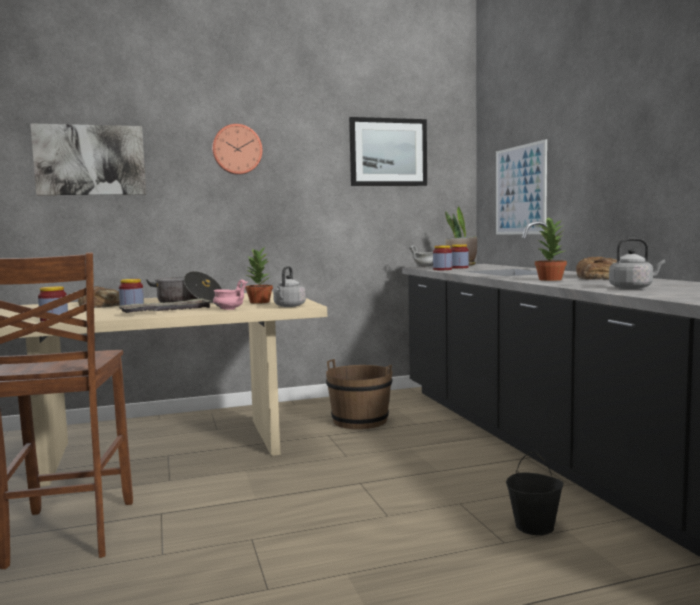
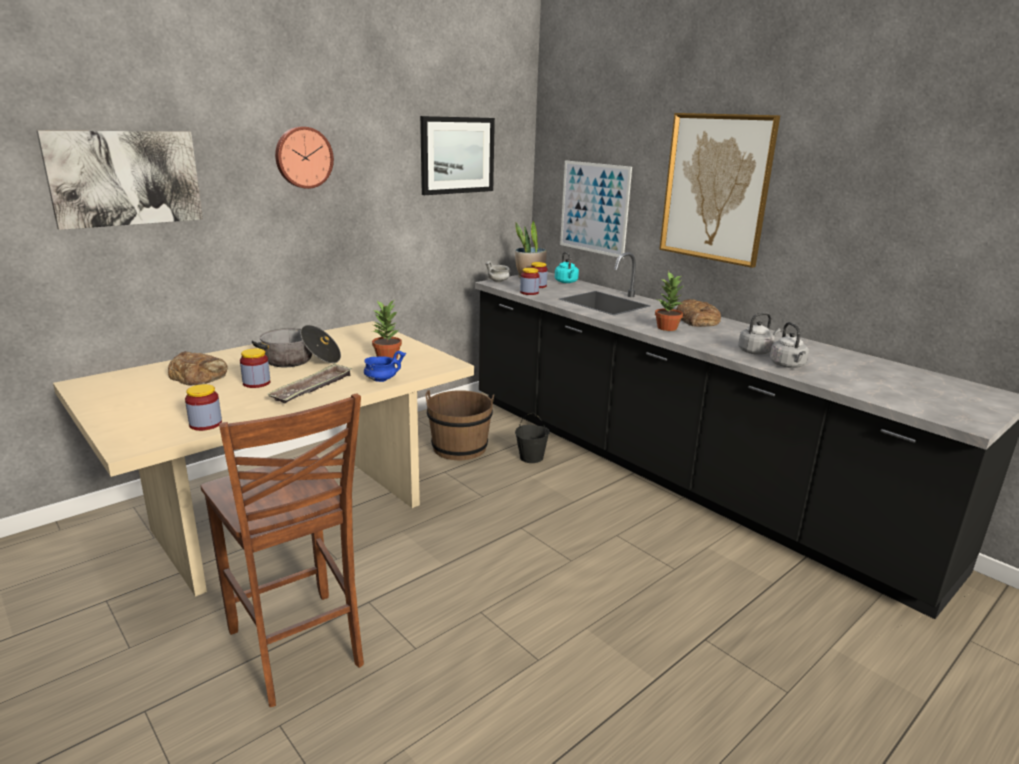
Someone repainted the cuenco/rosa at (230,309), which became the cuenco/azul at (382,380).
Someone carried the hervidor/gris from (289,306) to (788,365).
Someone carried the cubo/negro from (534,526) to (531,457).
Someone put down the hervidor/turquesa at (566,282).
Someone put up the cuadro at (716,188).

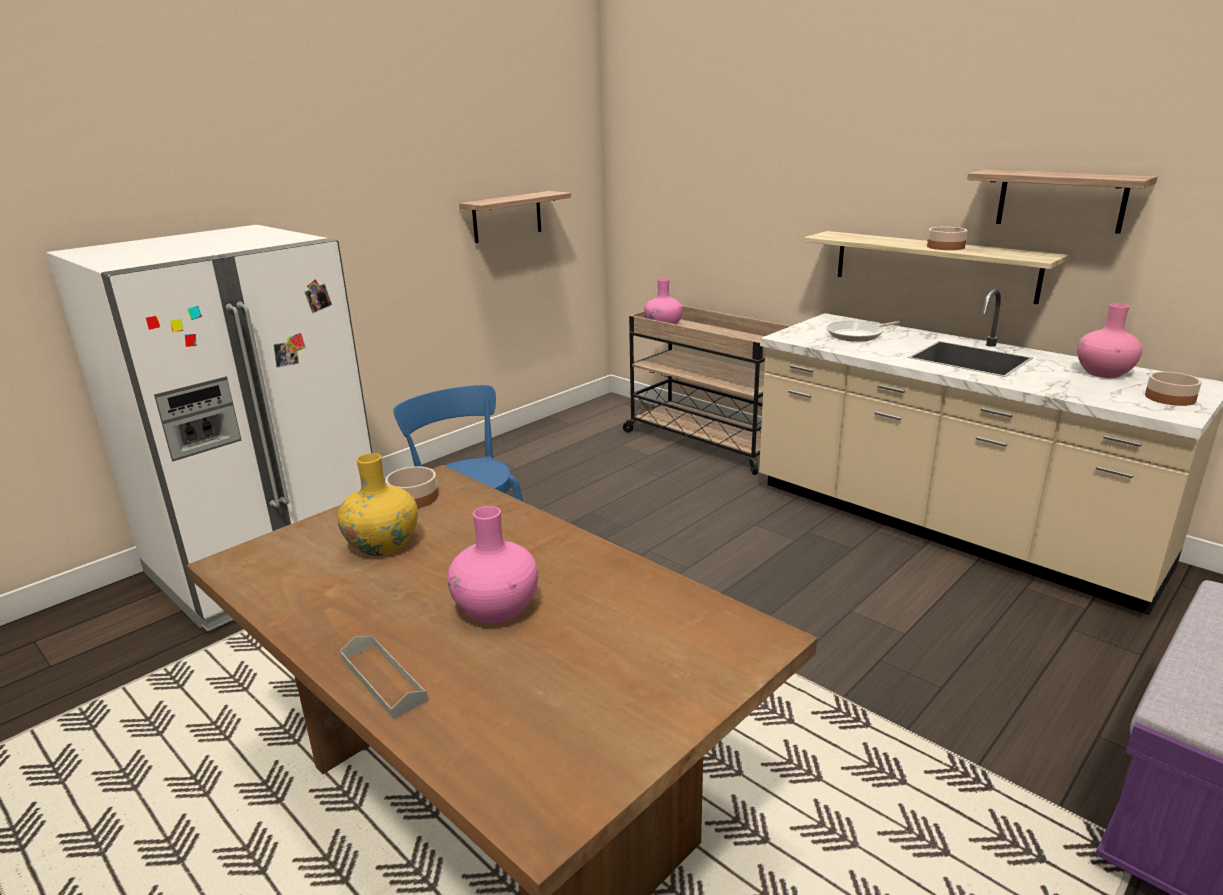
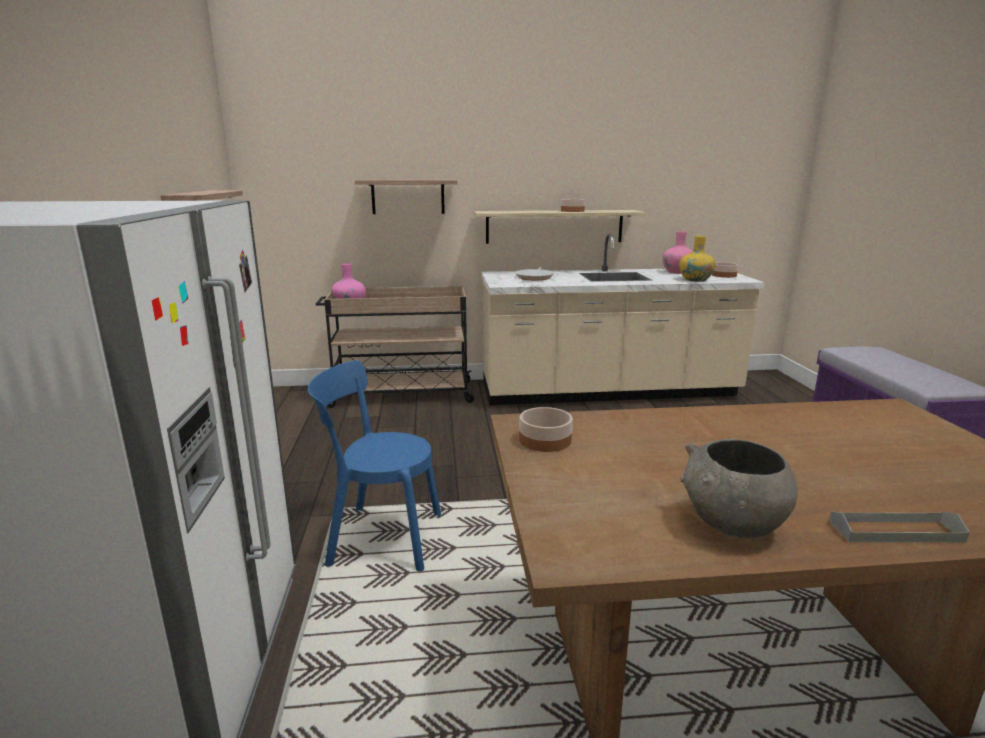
Someone carried the florero/amarillo from (383,544) to (695,279).
Someone took away the florero/rosa at (496,609).
Someone carried the estante from (1060,200) to (408,196).
Someone put down the cuenco/gris at (732,525).

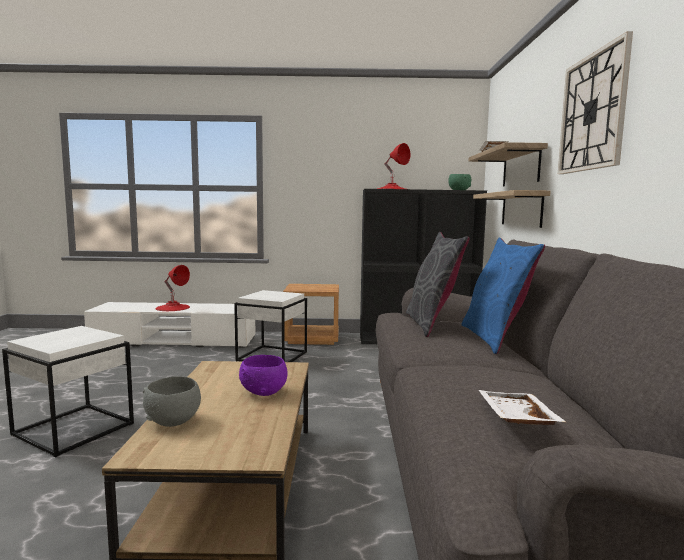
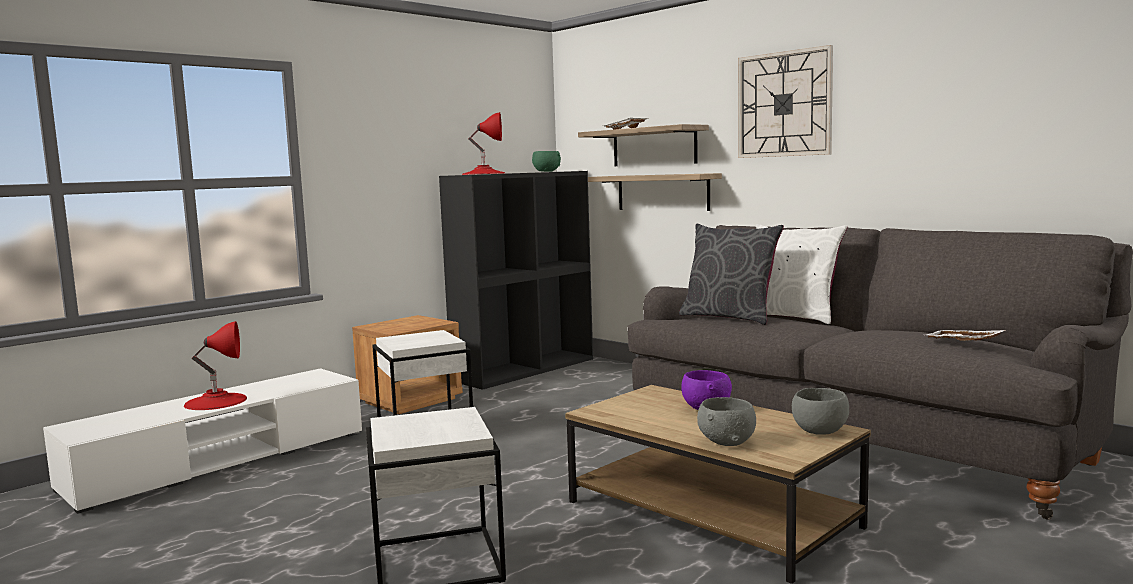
Someone repainted the cojín/azul at (494,338), which became the cojín/blanco at (791,317).
Someone put down the cuenco/gris at (820,432).

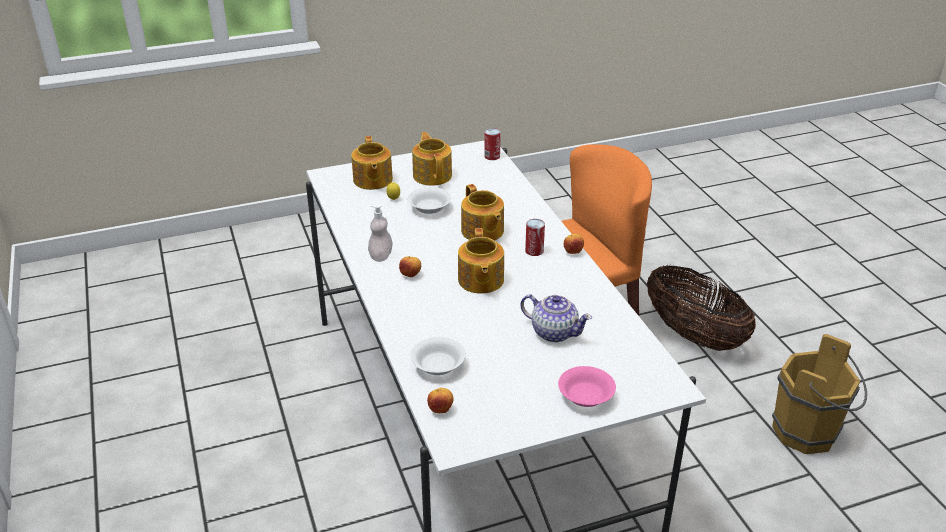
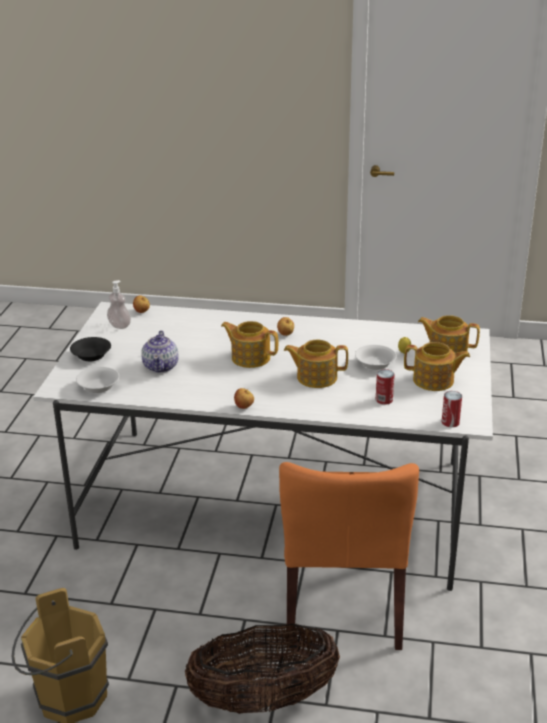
Someone carried the dispensador de jabón from (381,256) to (119,325).
Someone carried the cuenco/blanco from (438,366) to (98,387).
Someone rotated the tetera at (554,332) by 60 degrees counterclockwise.
Someone carried the lata from (534,250) to (384,399).
Someone repainted the cuenco/rosa at (585,397), which became the cuenco/negro at (91,356).

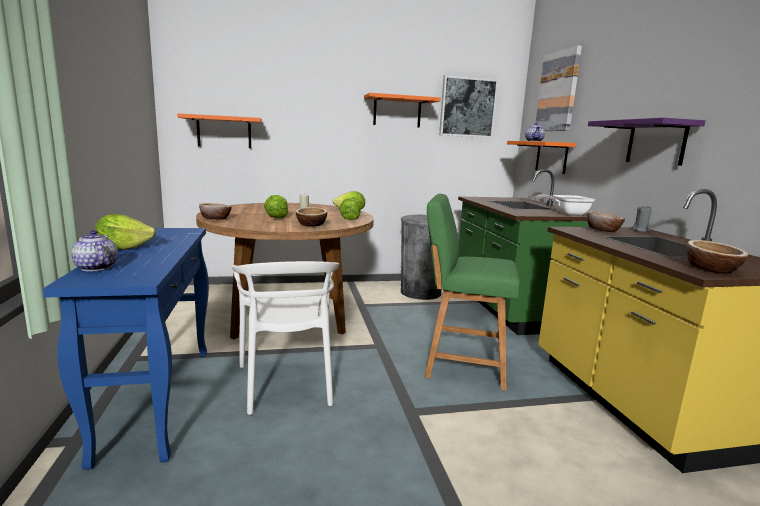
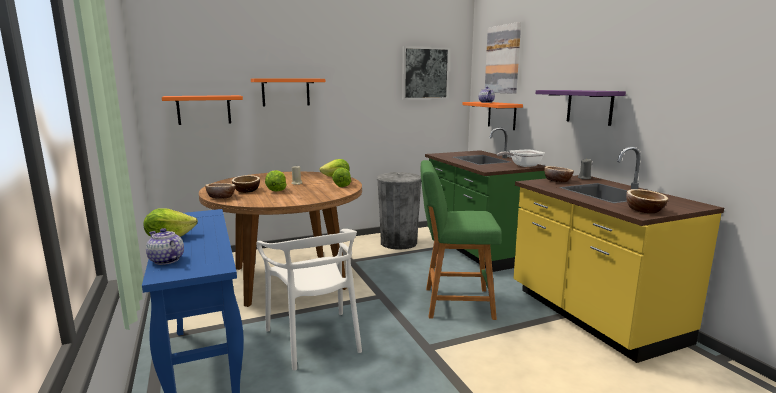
Someone carried the cuenco from (311,224) to (246,190).
Someone carried the estante/naranja from (397,112) to (285,92).

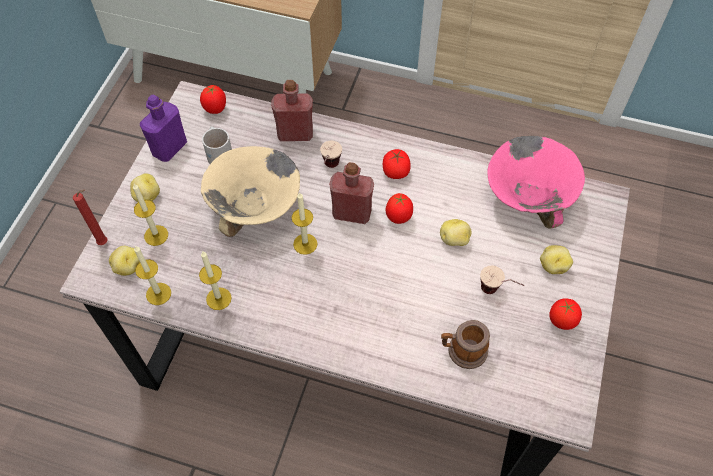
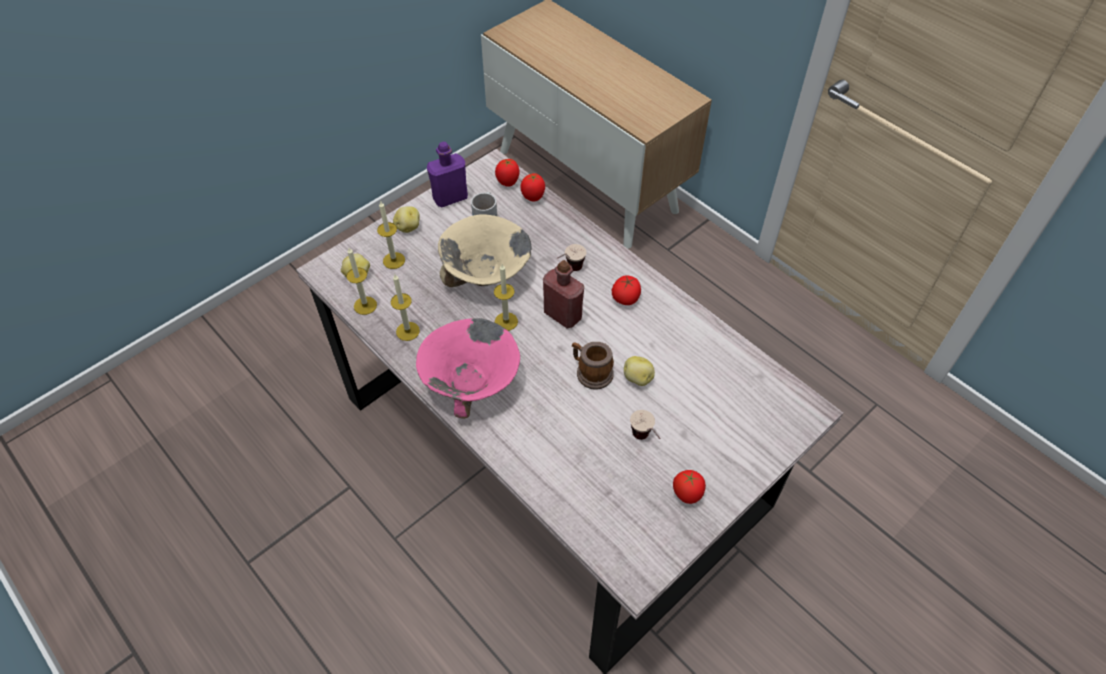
Someone took away the vela/rojo at (105,242).
Someone took away the botella/rojo at (295,134).
Someone carried the tomate from (399,217) to (533,197).
Someone carried the taza grande from (463,351) to (591,372).
Someone carried the cuenco/rosa from (529,197) to (472,382).
Someone took away the patata at (553,265).

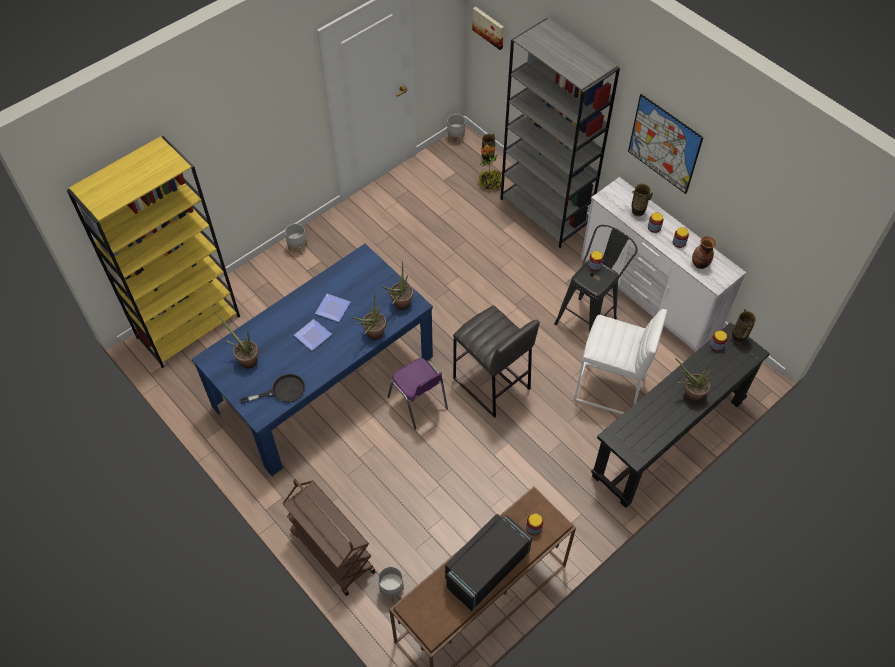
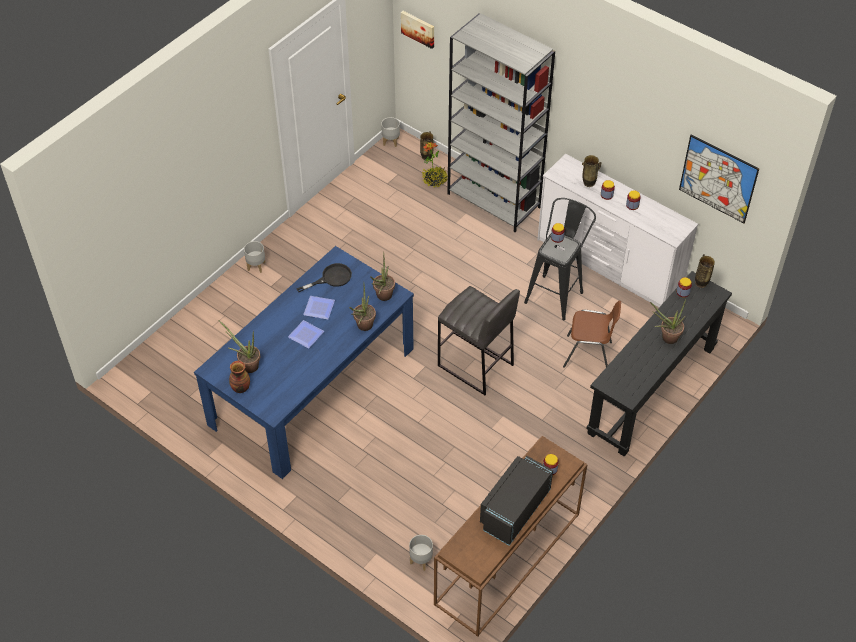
Someone took away the estantería/amarillo at (189,326).
Someone carried the sartén/negro from (282,391) to (331,278).
Someone took away the carrito/marrón at (331,551).
Someone took away the silla/morado at (418,404).
Someone swapped the taburete/blanco at (610,389) for the silla/marrón at (589,354).
Someone carried the cuadro from (664,144) to (718,179).
Someone carried the florero from (699,264) to (240,388).

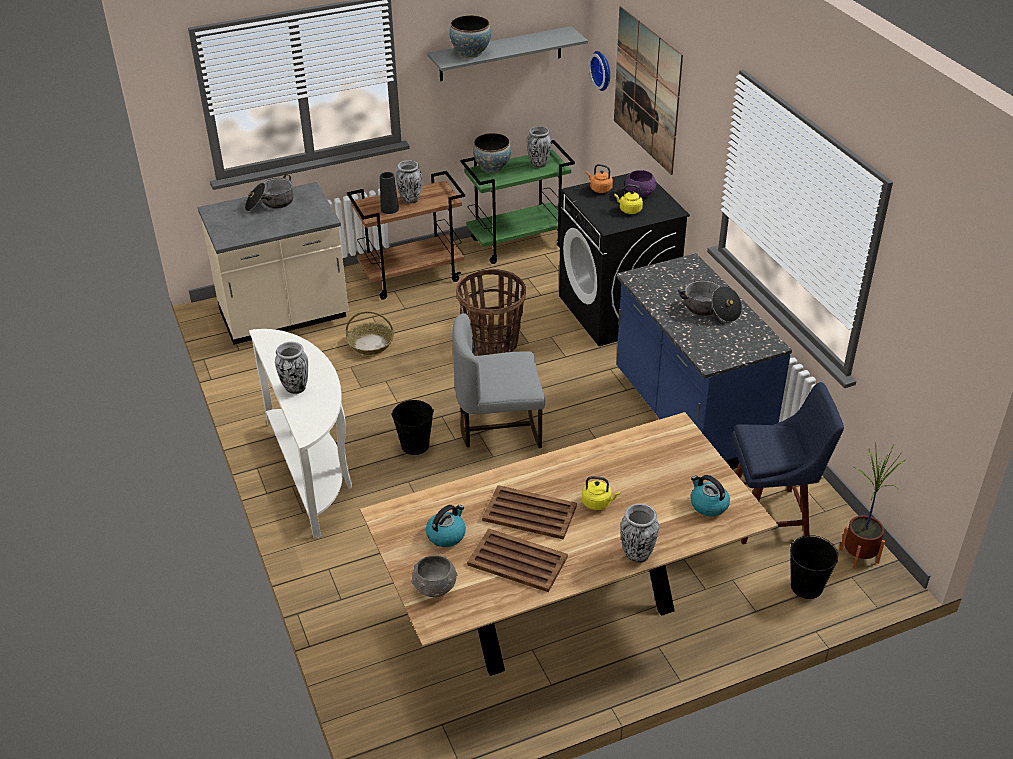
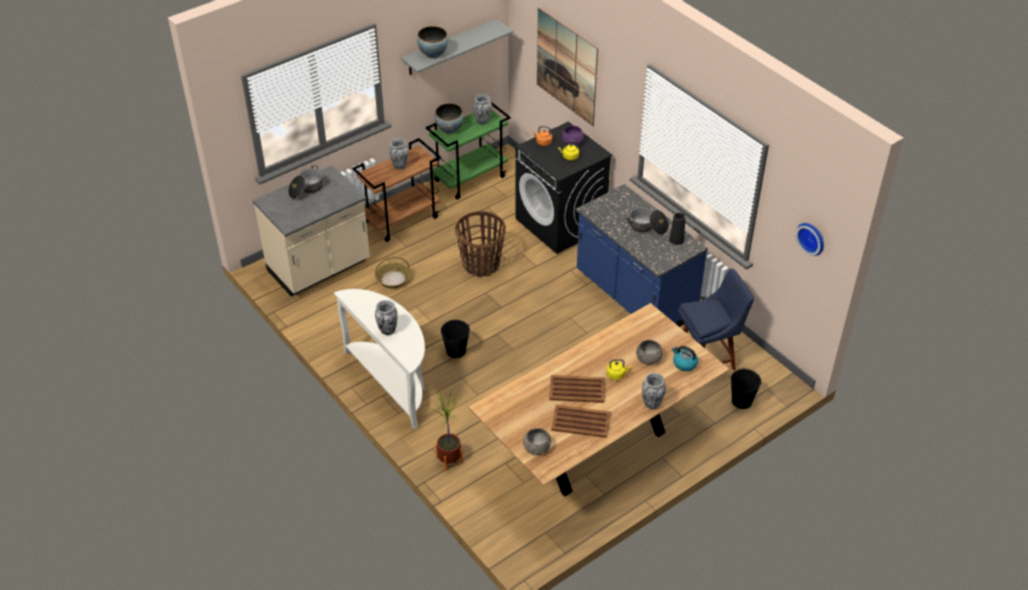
Someone carried the florero/negro from (389,209) to (676,240).
Someone took away the hervidor at (446,535).
Someone took away the silla/gris at (499,427).
Someone carried the reloj de pared from (603,70) to (812,237).
Someone carried the planta en maceta from (859,556) to (449,460).
Someone put down the cuenco/gris at (649,359).

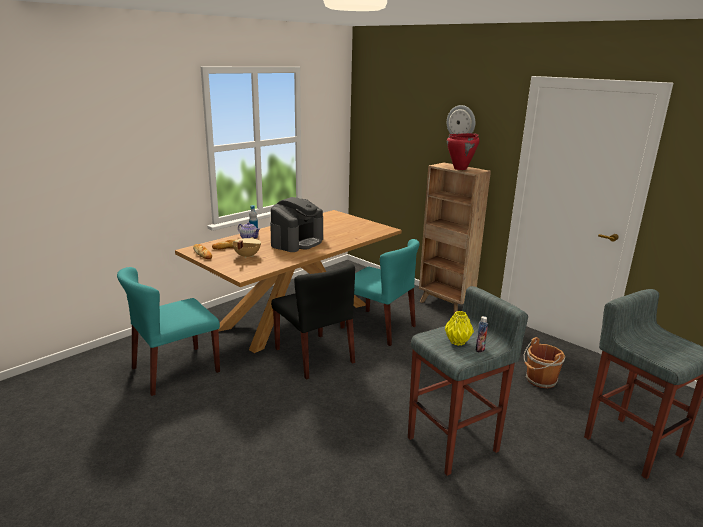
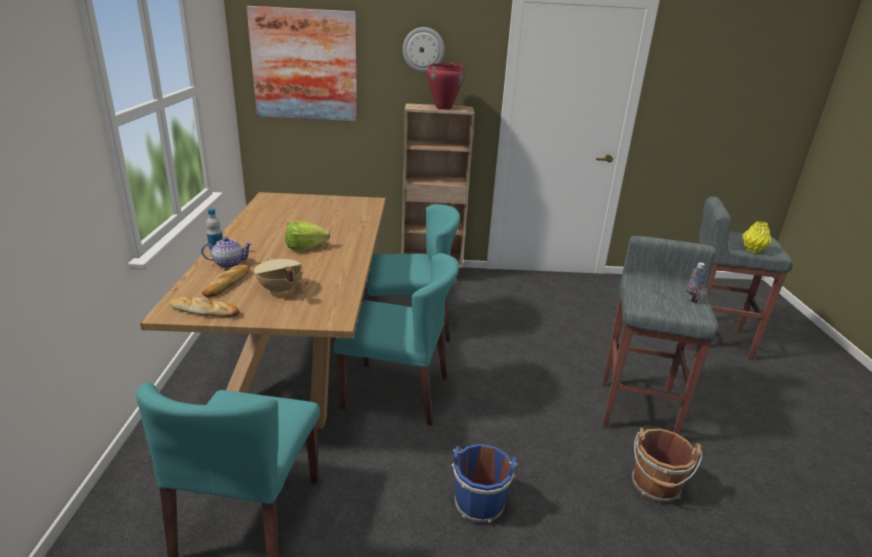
Someone swapped the cafetera at (297,242) for the lechuga at (305,247).
Someone repainted the silla/negro at (314,356), which became the silla/turquesa at (397,392).
Someone carried the florero/amarillo from (457,342) to (752,250).
Someone carried the cubo/marrón from (540,380) to (655,487).
Someone put up the cuadro at (305,65).
Someone put down the cubo/azul at (479,502).

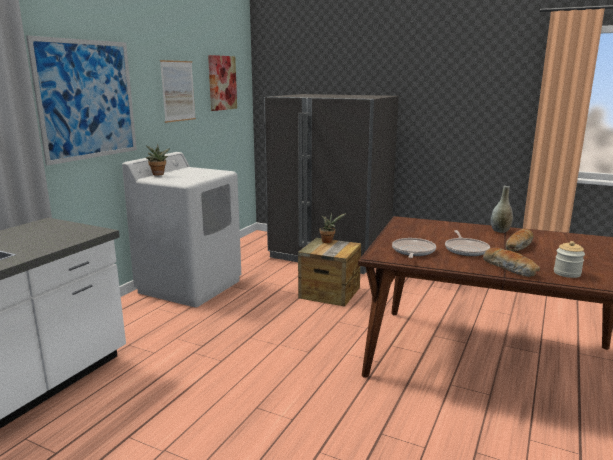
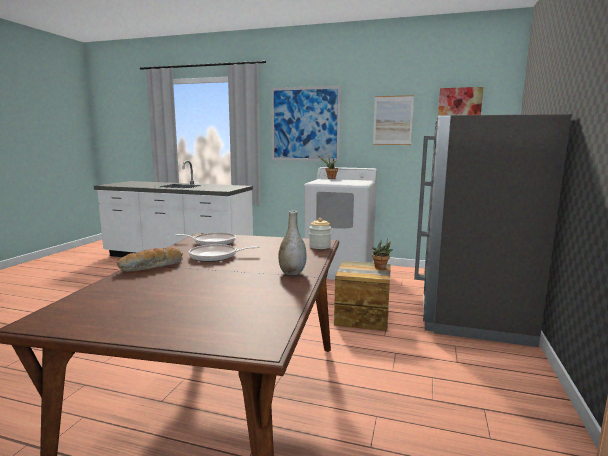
Someone took away the pan at (519,246).
Someone carried the tarro from (567,273) to (320,246).

